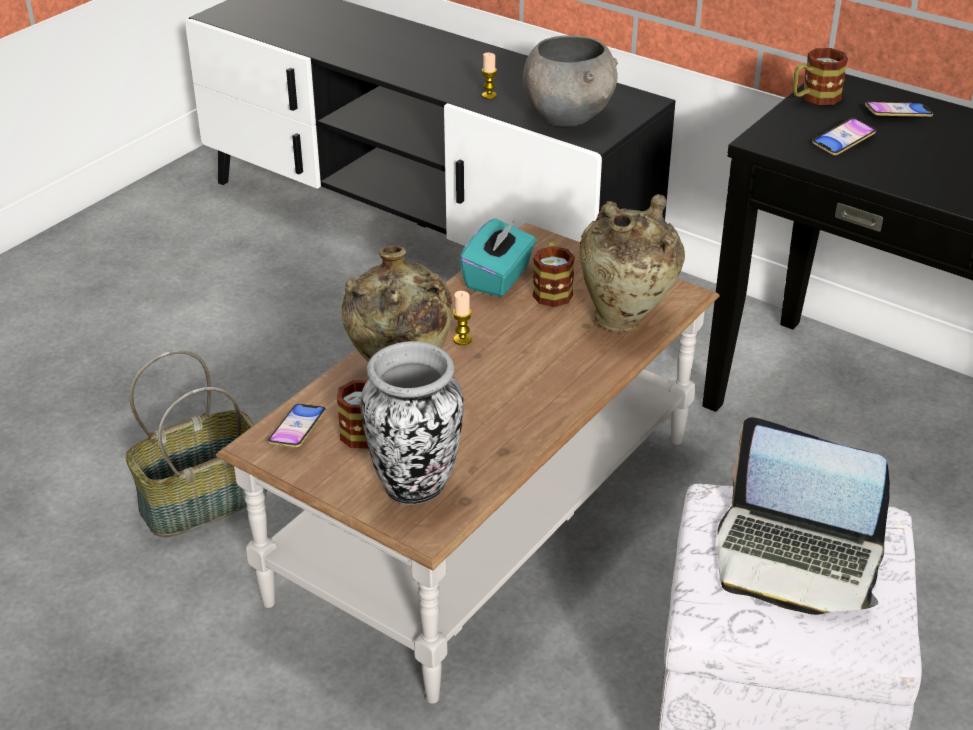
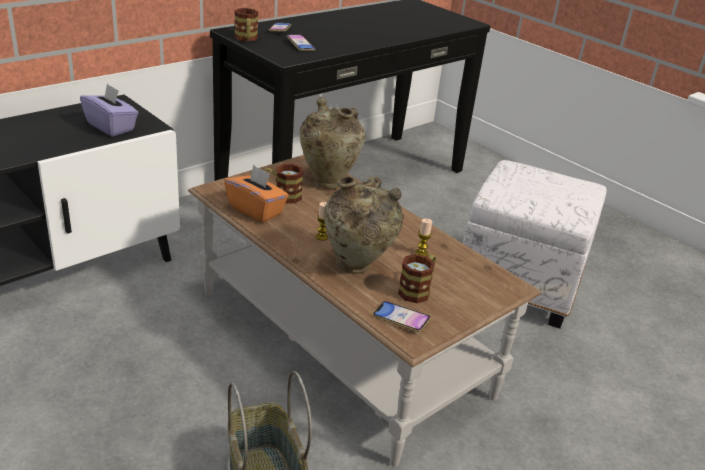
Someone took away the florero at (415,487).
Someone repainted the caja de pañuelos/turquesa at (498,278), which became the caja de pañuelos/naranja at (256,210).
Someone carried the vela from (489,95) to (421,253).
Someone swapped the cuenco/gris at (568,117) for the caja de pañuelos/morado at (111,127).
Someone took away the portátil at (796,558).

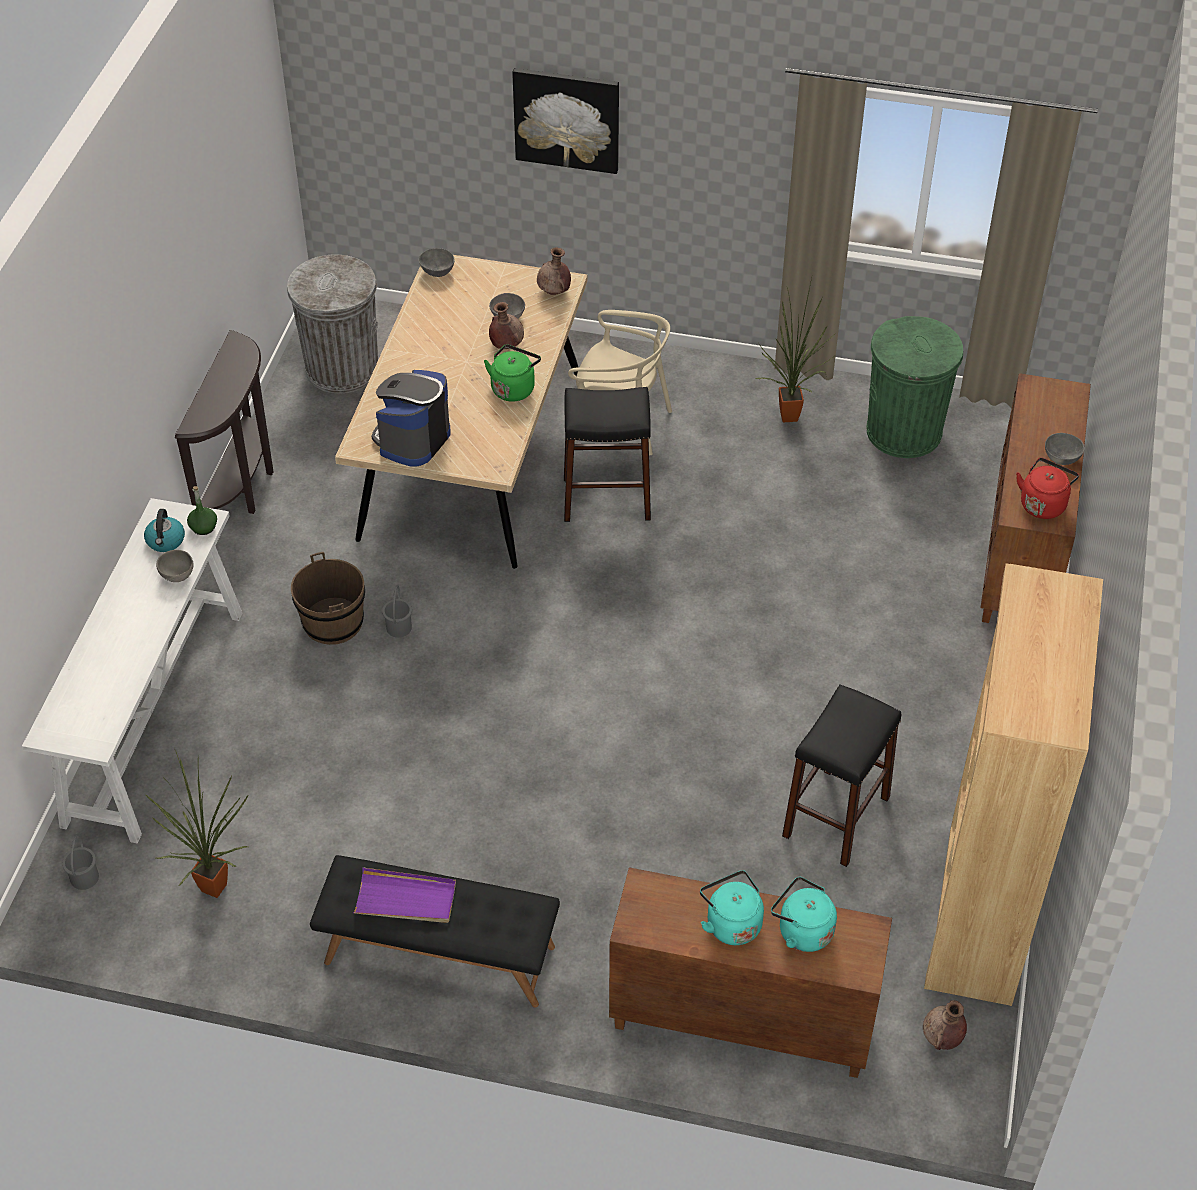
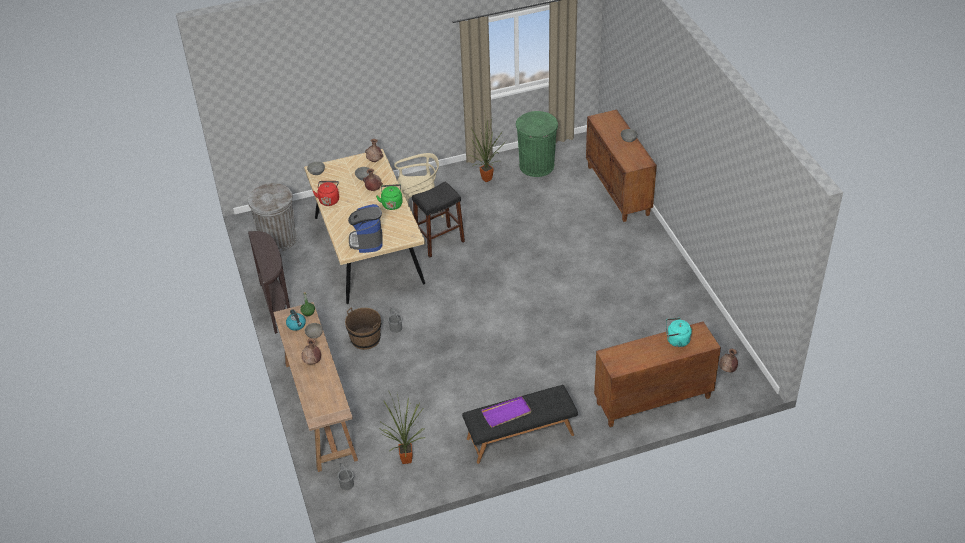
Someone repainted the mesa consola/blanco at (155,714), which became the mesa consola/marrón at (320,409).
Someone took away the cuadro at (567,119).
Someone took away the hervidor/turquesa at (731,923).
Someone took away the taburete/negro at (836,816).
Someone took away the estantería/marrón at (978,915).
Someone carried the hervidor/rojo from (1043,503) to (329,200).
Someone put down the florero/marrón at (312,361).

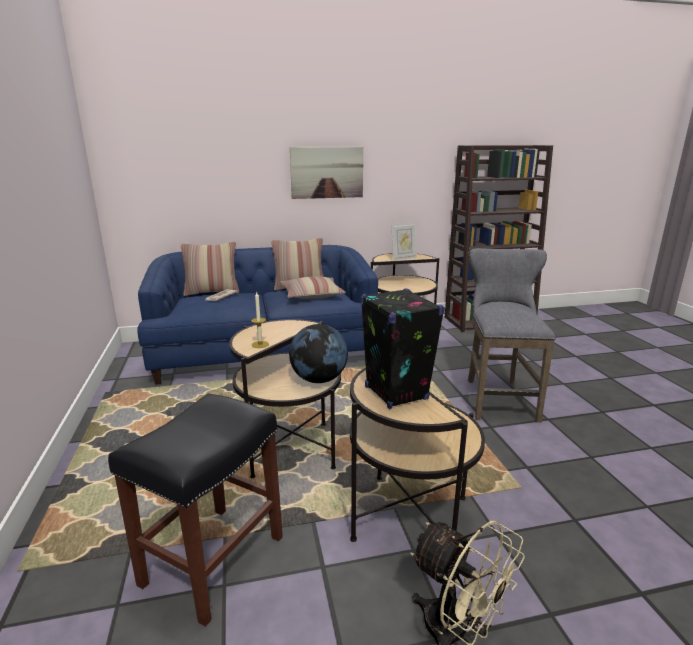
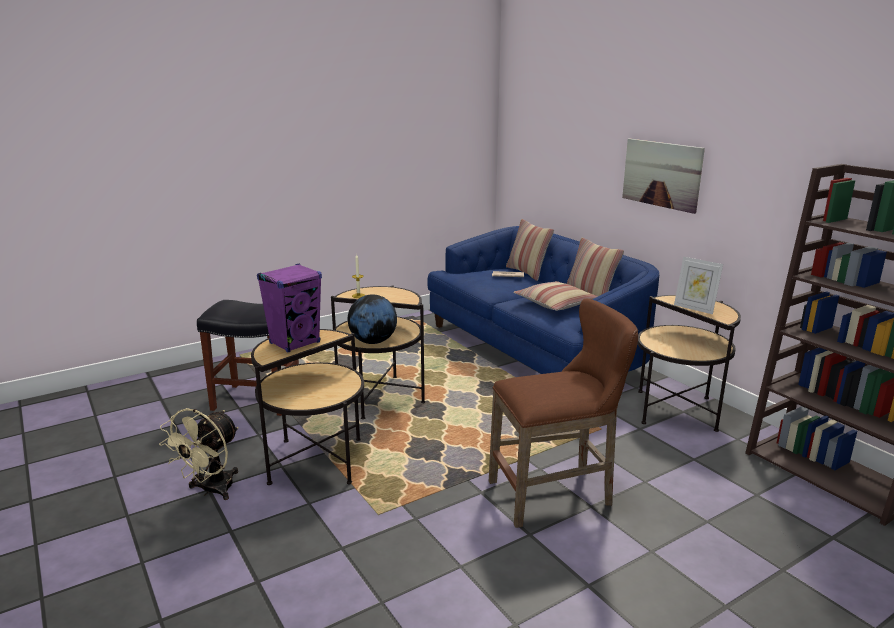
Someone repainted the altavoz/negro at (395,393), which became the altavoz/morado at (295,343).
Someone repainted the taburete/gris at (497,397), which became the taburete/marrón at (557,494).

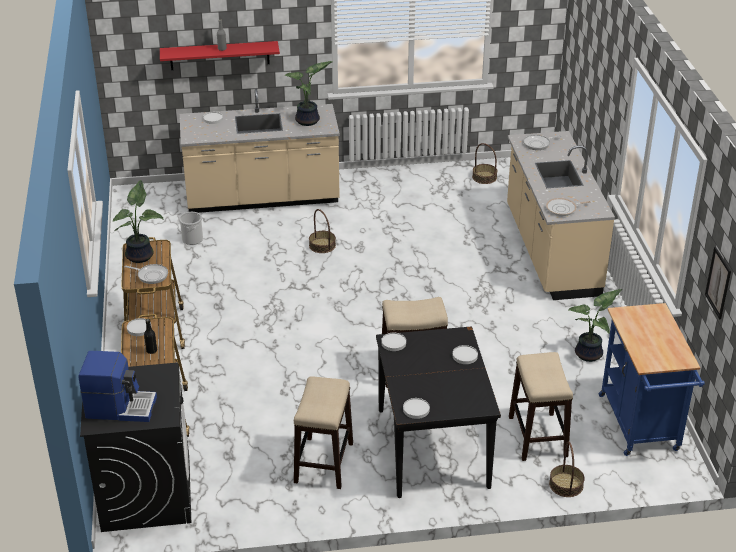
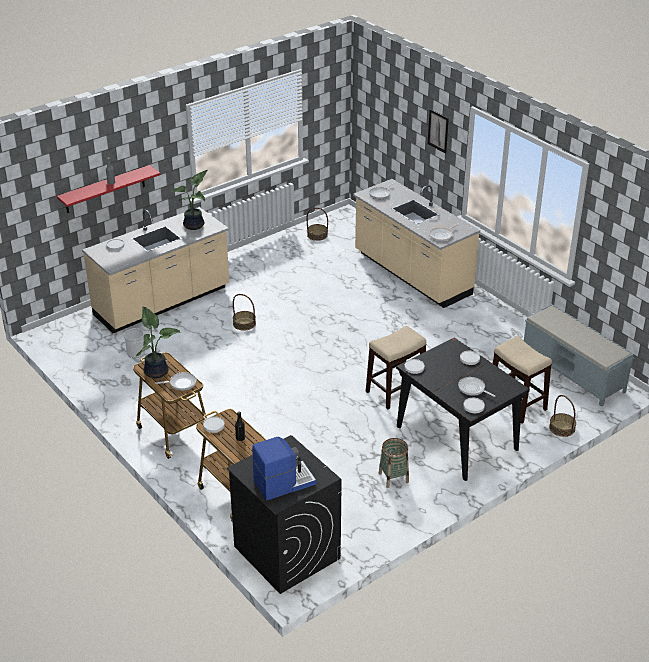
Someone swapped the taburete at (324,462) for the cesta at (393,477).
Someone took away the planta en maceta at (590,354).
Someone swapped the carrito/azul at (641,427) for the banco/gris at (573,373).
Someone carried the cuadro from (718,283) to (438,131).
Someone put down the sartén at (473,389).

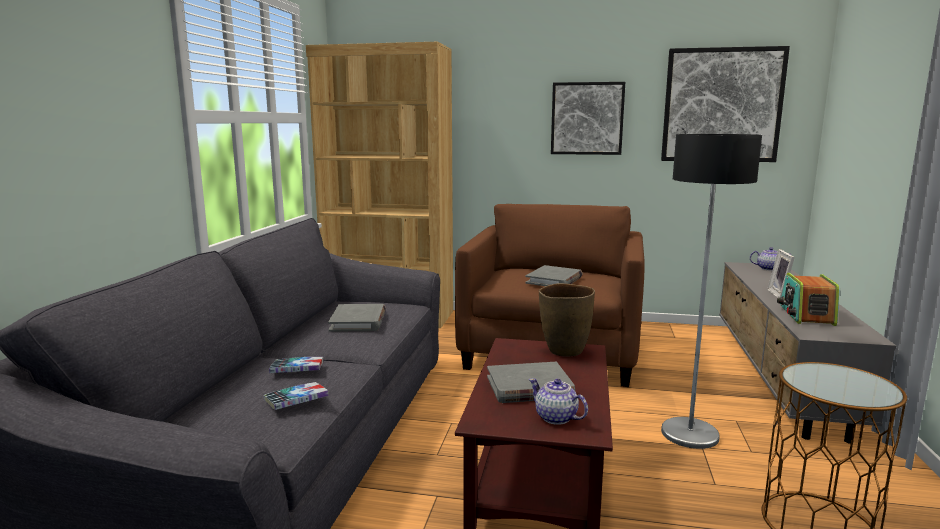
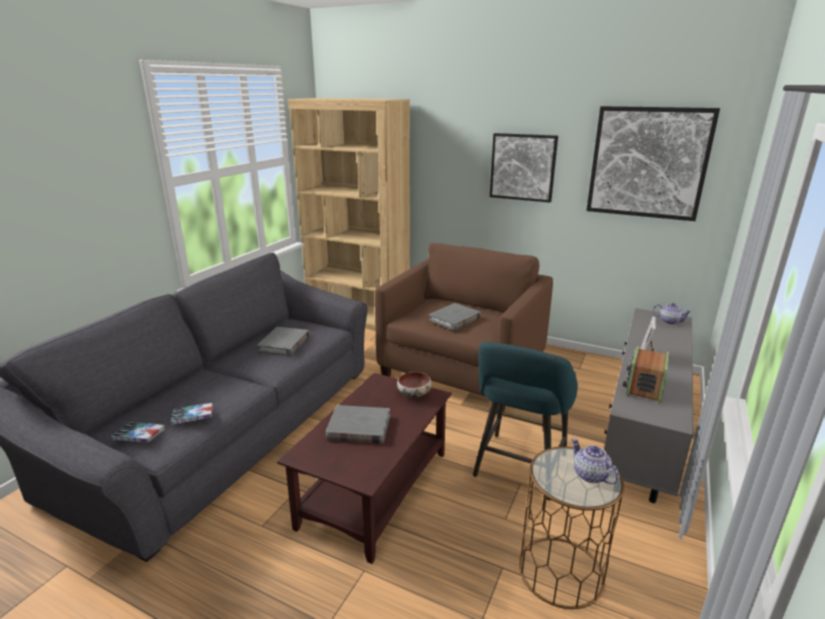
Someone carried the libro from (297,370) to (139,436).
Someone carried the tetera from (556,418) to (590,475).
Someone swapped the florero/marrón at (564,351) for the cuenco at (414,394).
Someone swapped the lámpara de pie at (689,434) for the taburete/turquesa at (518,469).

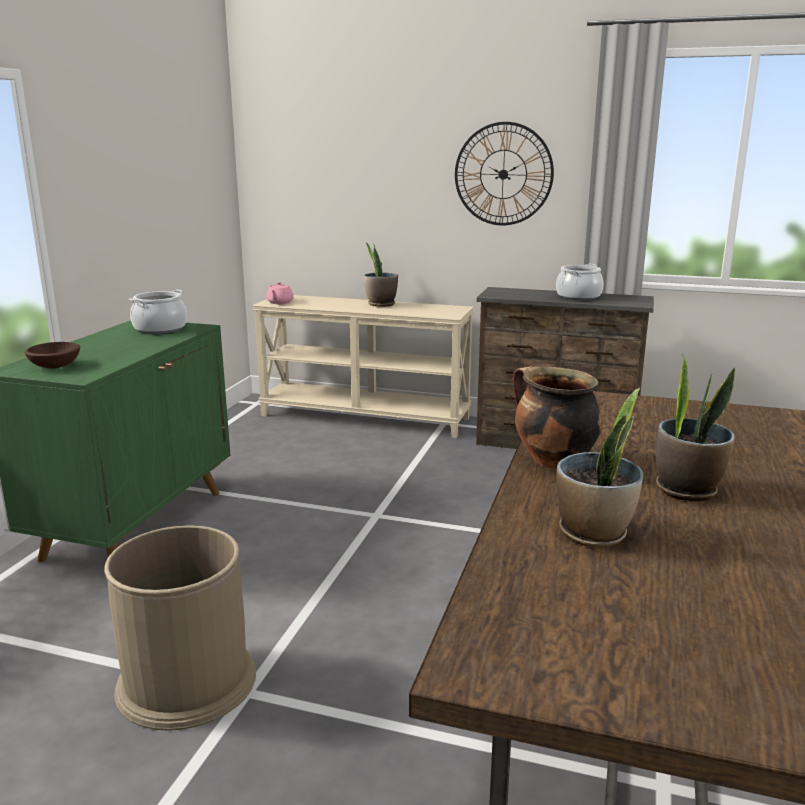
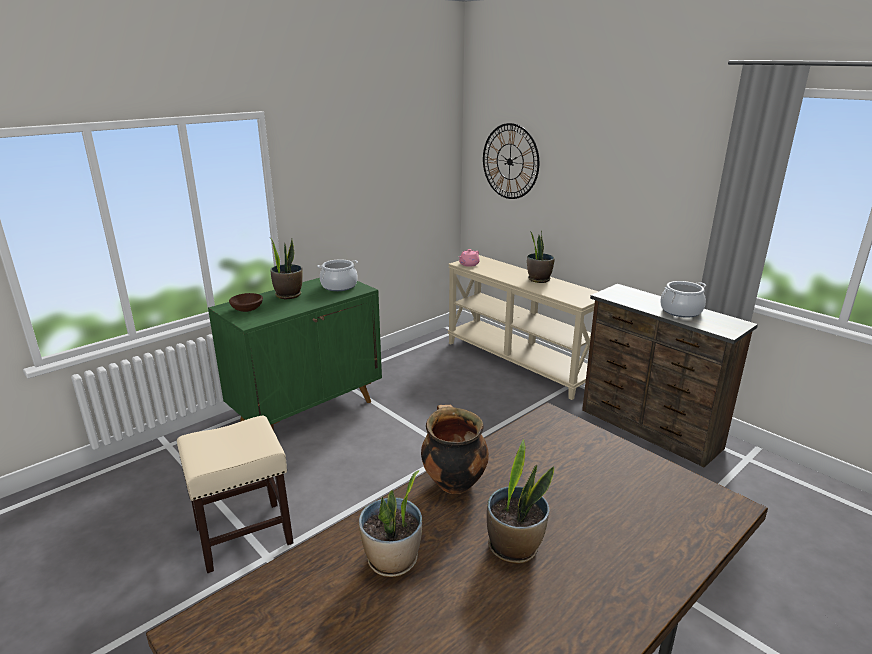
Someone swapped the papelera/marrón at (187,681) for the taburete/beis at (245,535).
Someone carried the reloj de pared from (503,174) to (510,161).
Someone put down the planta en maceta at (288,295).

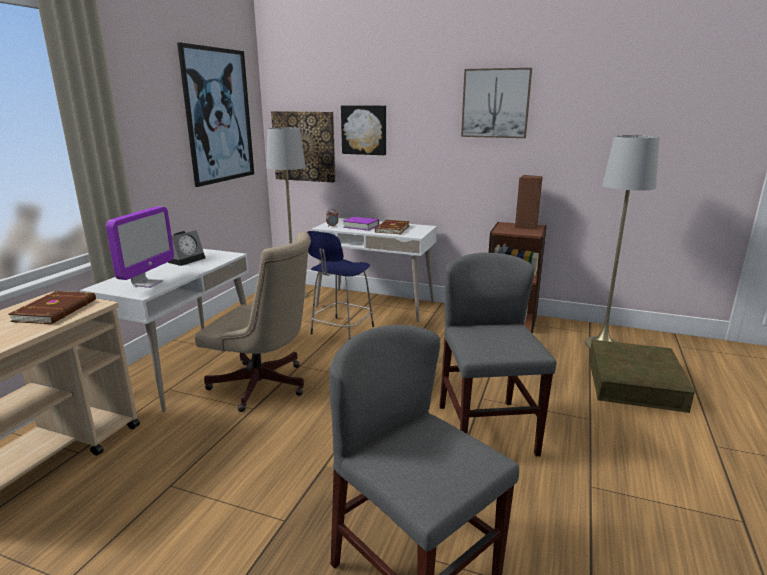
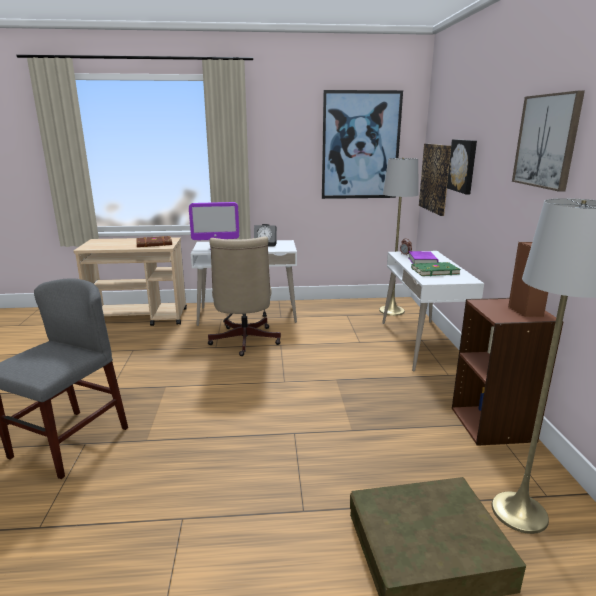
Someone took away the taburete/azul at (341,331).
Someone repainted the libro/marrón at (391,229), which became the libro/verde at (434,271).
Someone took away the silla/gris at (486,429).

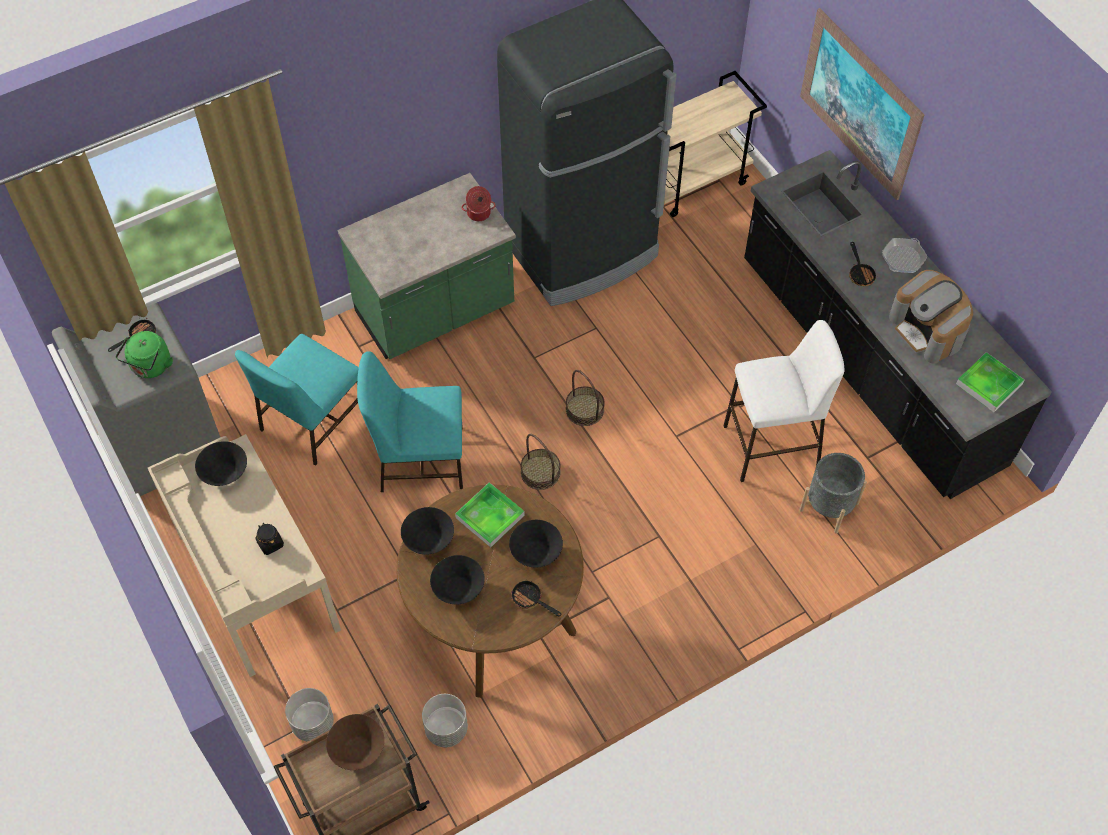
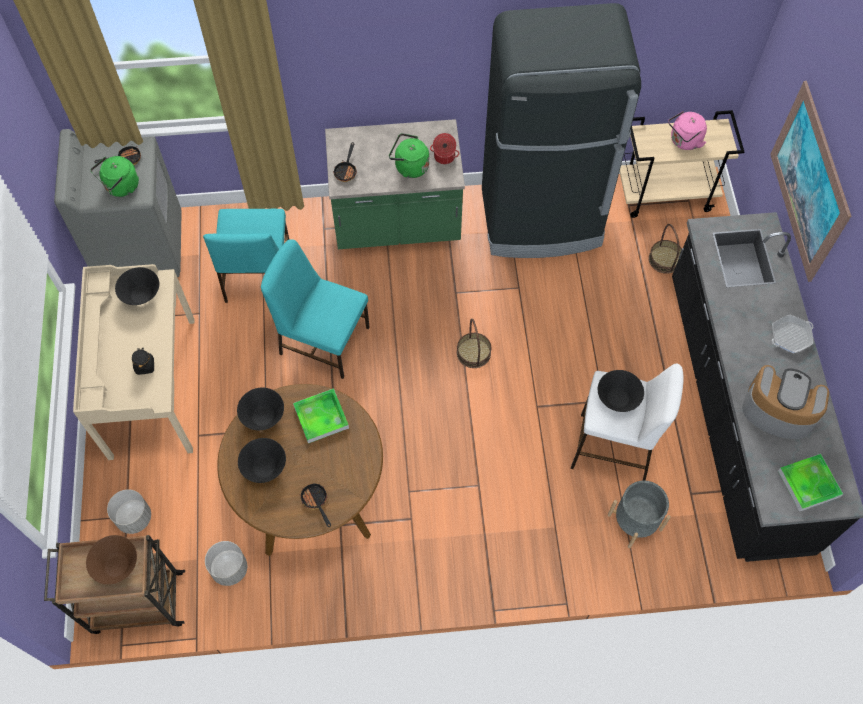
Someone rotated the silla/turquesa at (311,420) by 60 degrees counterclockwise.
Someone carried the cuenco/negro from (536,553) to (617,398).
Someone carried the cesta from (540,472) to (665,259).
Someone carried the sartén from (860,273) to (346,170).
Someone rotated the cafetera at (927,330) by 120 degrees clockwise.
Someone put down the hervidor/verde at (409,167).
Someone put down the hervidor/rosa at (684,141).

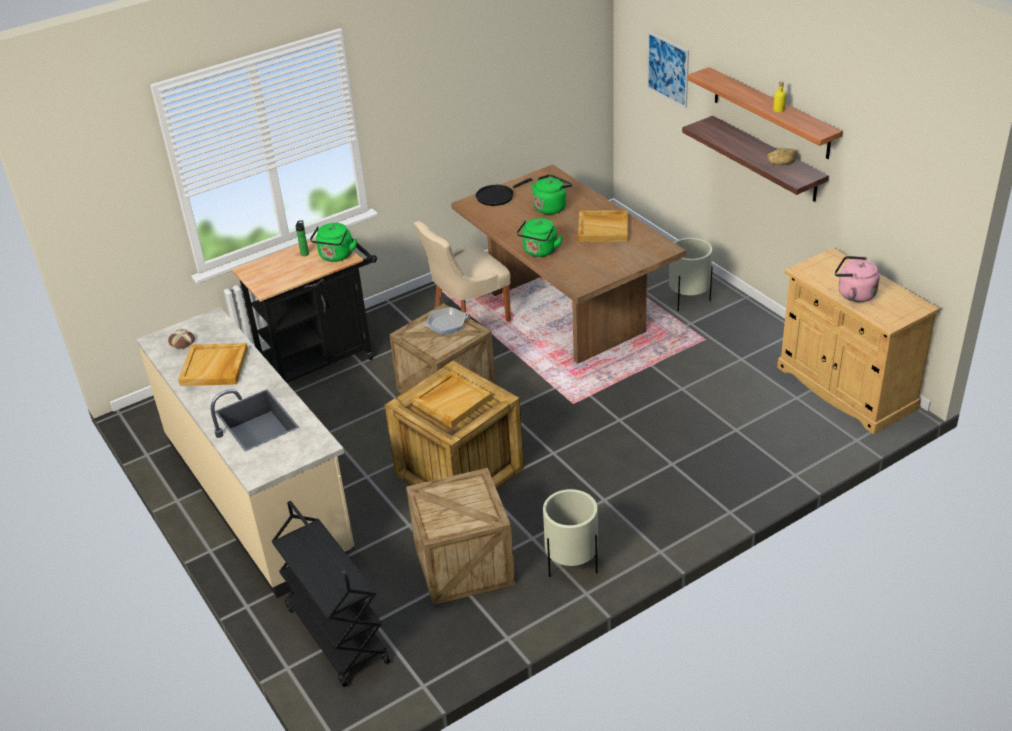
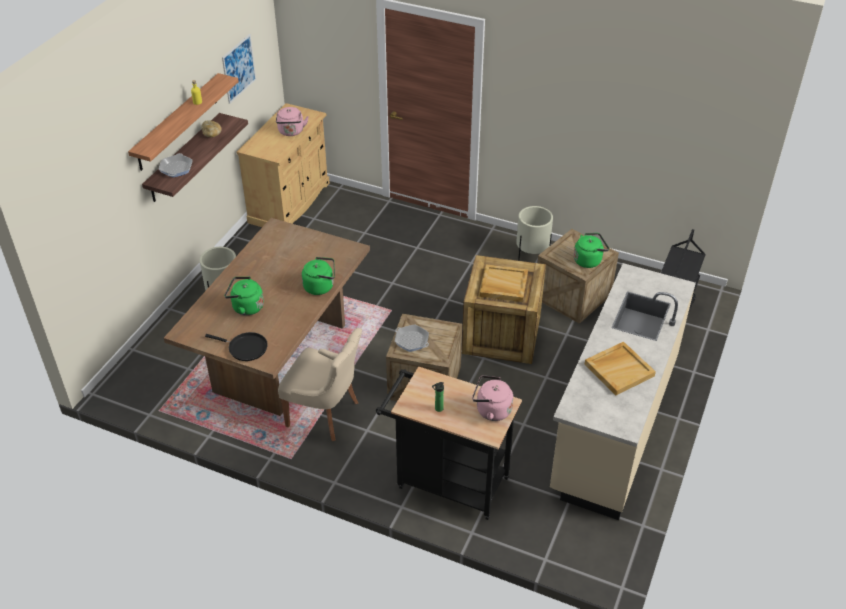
Someone took away the pan at (181,342).
Someone carried the hervidor/verde from (336,256) to (589,260).
Someone took away the bandeja/beis at (603,228).
Someone carried the cuadro from (668,69) to (239,68).
Someone put down the sartén at (176,168).
Someone put down the hervidor/rosa at (491,410).

